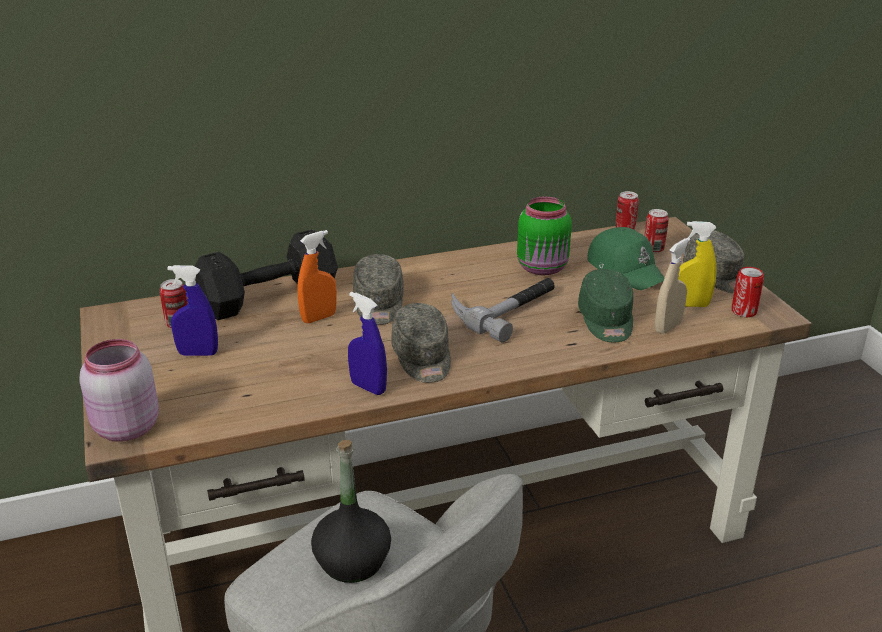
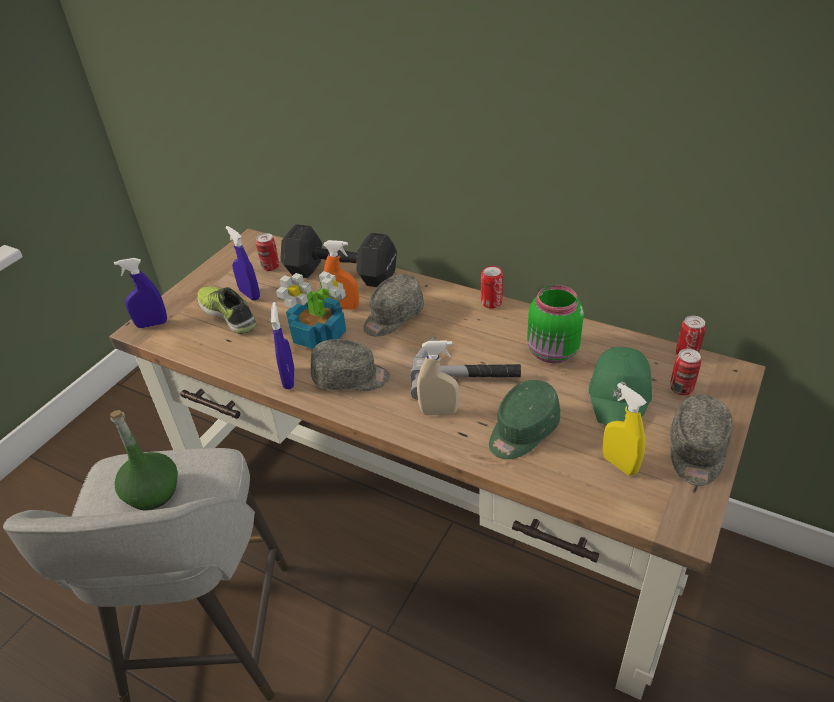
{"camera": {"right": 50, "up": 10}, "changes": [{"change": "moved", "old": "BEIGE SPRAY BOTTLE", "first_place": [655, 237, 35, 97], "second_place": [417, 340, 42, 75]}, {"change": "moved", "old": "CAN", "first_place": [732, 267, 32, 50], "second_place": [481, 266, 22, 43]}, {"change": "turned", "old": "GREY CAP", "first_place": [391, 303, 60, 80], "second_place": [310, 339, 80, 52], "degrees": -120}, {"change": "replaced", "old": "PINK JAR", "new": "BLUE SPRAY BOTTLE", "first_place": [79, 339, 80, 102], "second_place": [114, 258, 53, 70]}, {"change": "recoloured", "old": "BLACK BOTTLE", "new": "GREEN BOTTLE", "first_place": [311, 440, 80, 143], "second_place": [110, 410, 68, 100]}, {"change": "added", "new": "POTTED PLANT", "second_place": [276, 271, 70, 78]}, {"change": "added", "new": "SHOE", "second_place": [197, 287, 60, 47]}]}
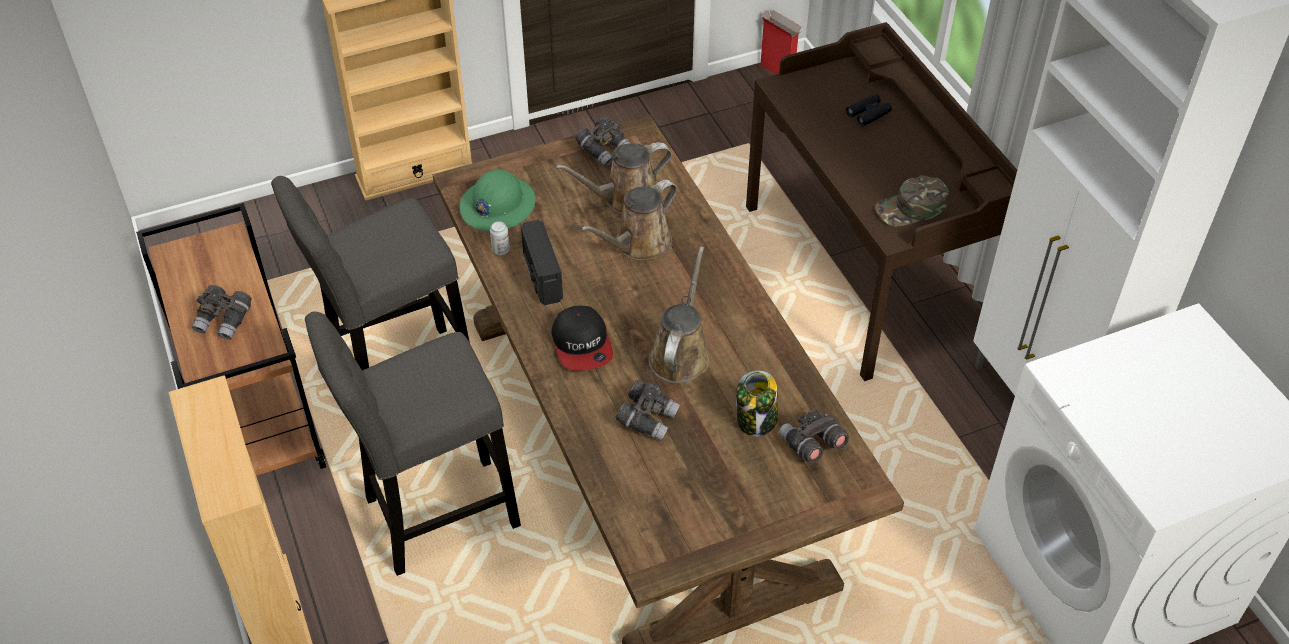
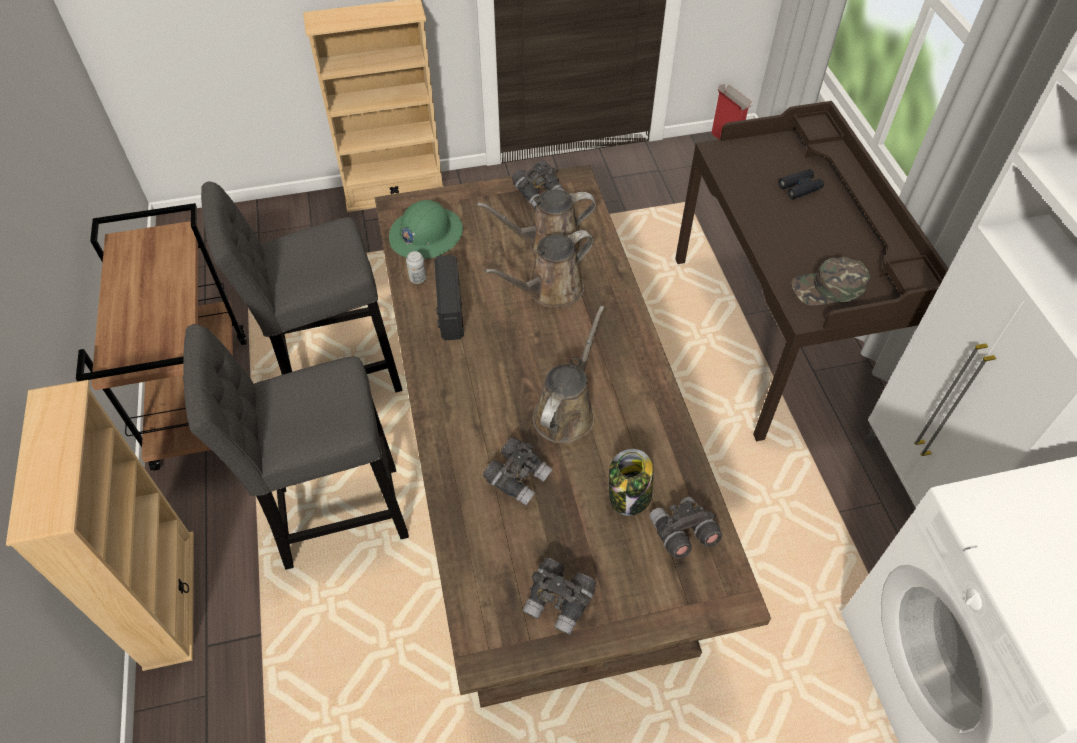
{"camera": {"right": 10, "up": 5}, "changes": [{"change": "moved", "old": "GREY BINOCULARS", "first_place": [192, 285, 60, 55], "second_place": [523, 557, 73, 78]}, {"change": "removed", "old": "CAP", "first_place": [552, 306, 61, 65]}]}
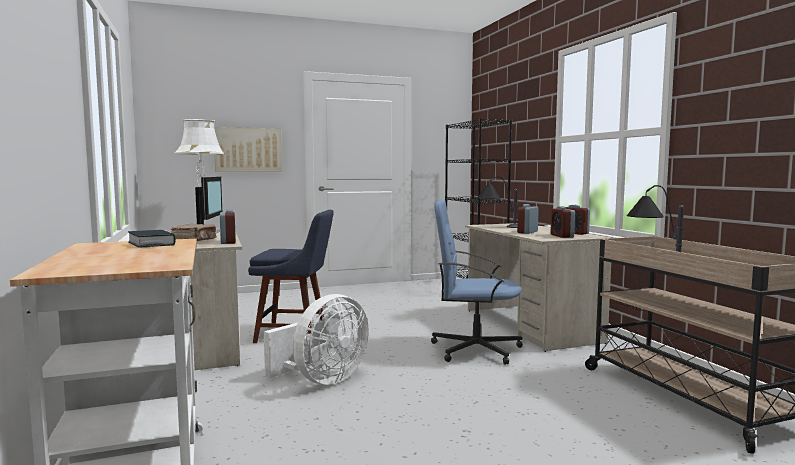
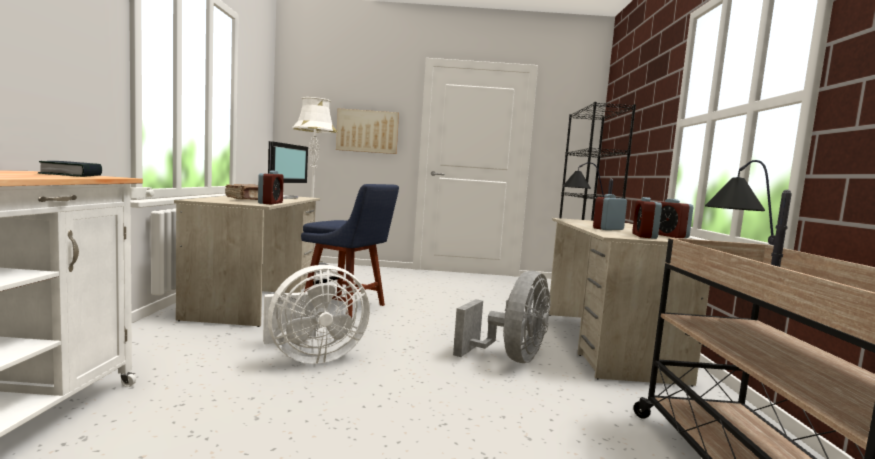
{"camera": {"right": 20, "up": 0}, "changes": [{"change": "replaced", "old": "BLUE OFFICE CHAIR", "new": "GREY FAN", "first_place": [431, 199, 92, 166], "second_place": [453, 271, 97, 92]}]}
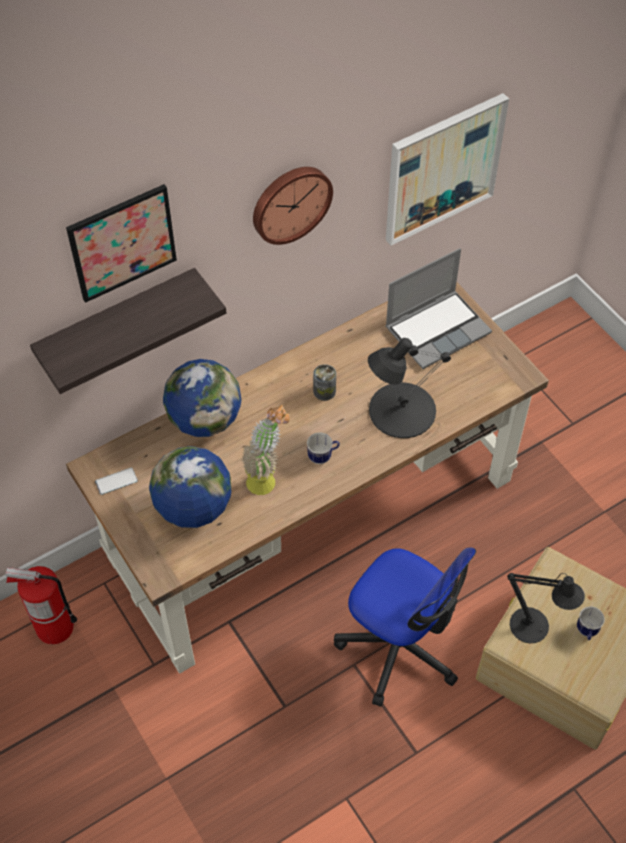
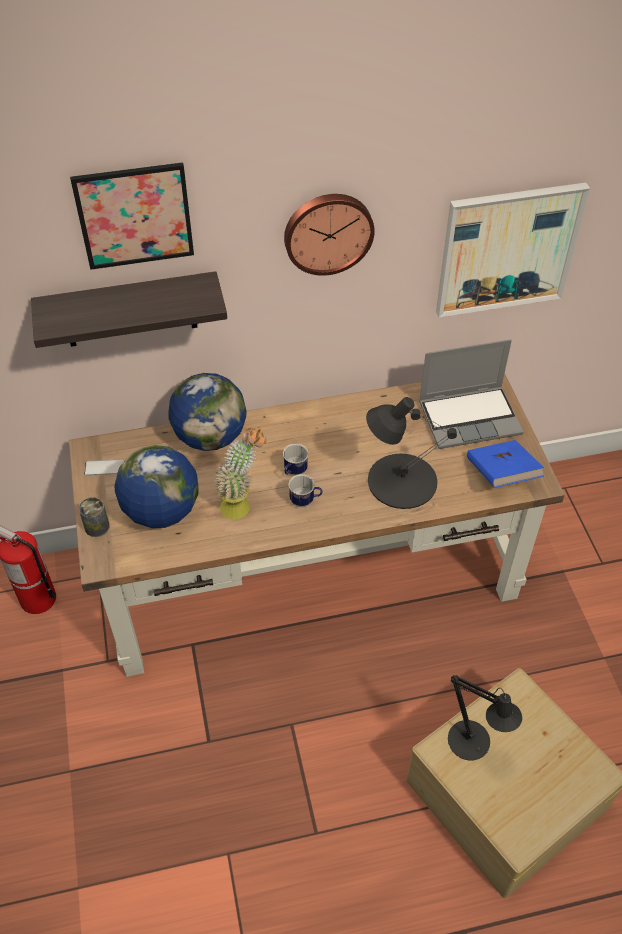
{"camera": {"right": 20, "up": -5}, "changes": [{"change": "moved", "old": "CAN", "first_place": [313, 364, 23, 37], "second_place": [79, 497, 30, 40]}, {"change": "removed", "old": "OFFICE CHAIR", "first_place": [334, 547, 142, 160]}, {"change": "moved", "old": "MUG", "first_place": [577, 606, 28, 34], "second_place": [283, 444, 26, 32]}, {"change": "added", "new": "BLUE BOOK", "second_place": [467, 440, 77, 48]}]}
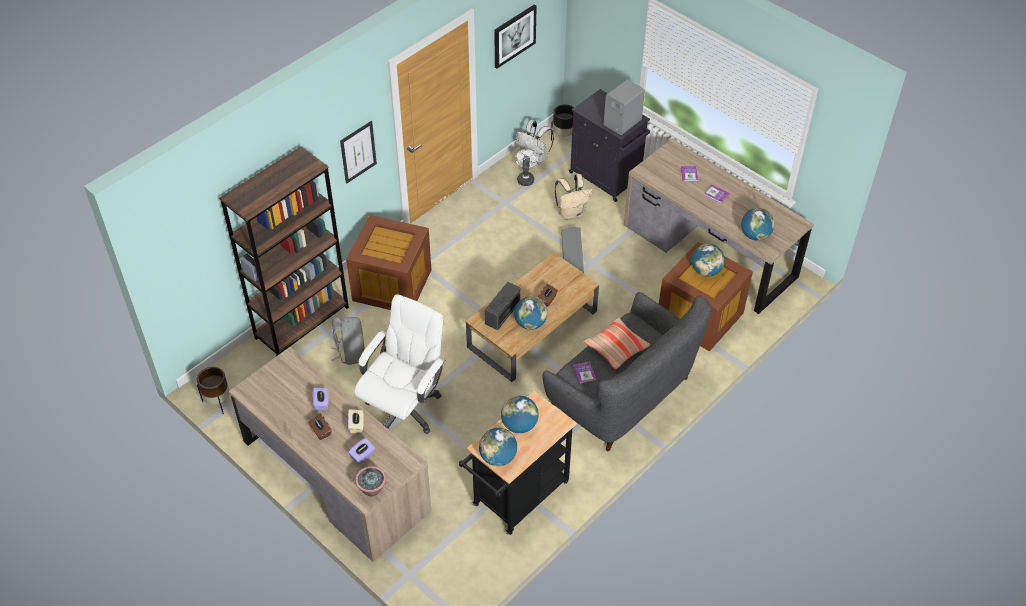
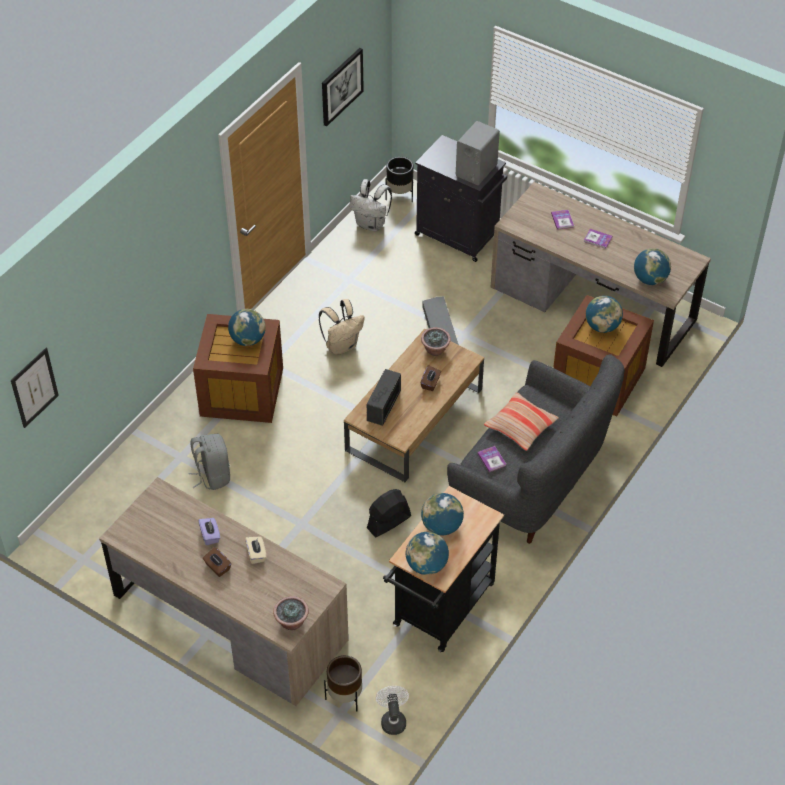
{"camera": {"right": -10, "up": 0}, "changes": [{"change": "moved", "old": "PICTURE", "first_place": [340, 121, 37, 63], "second_place": [11, 348, 48, 80]}, {"change": "removed", "old": "BROWN BOOKCASE", "first_place": [219, 146, 130, 210]}, {"change": "moved", "old": "WHITE FAN", "first_place": [515, 149, 23, 37], "second_place": [376, 686, 33, 49]}, {"change": "moved", "old": "BEIGE BACKPACK", "first_place": [555, 174, 37, 46], "second_place": [319, 299, 46, 56]}, {"change": "removed", "old": "WHITE OFFICE CHAIR", "first_place": [354, 294, 91, 140]}, {"change": "moved", "old": "GLOBE", "first_place": [514, 296, 34, 34], "second_place": [228, 309, 38, 37]}, {"change": "moved", "old": "BROWN PLANTER", "first_place": [197, 367, 32, 47], "second_place": [324, 655, 38, 56]}, {"change": "removed", "old": "PURPLE TISSUE BOX", "first_place": [348, 438, 27, 26]}, {"change": "added", "new": "POTTED PLANT", "second_place": [421, 327, 30, 29]}, {"change": "added", "new": "BLACK FAN", "second_place": [367, 489, 44, 48]}]}
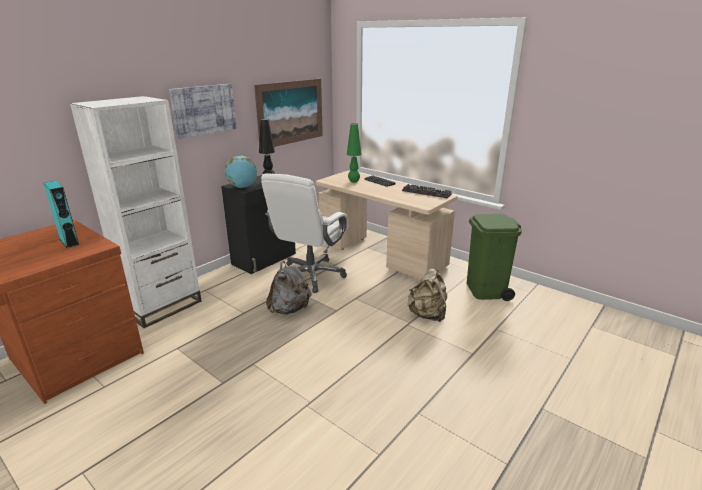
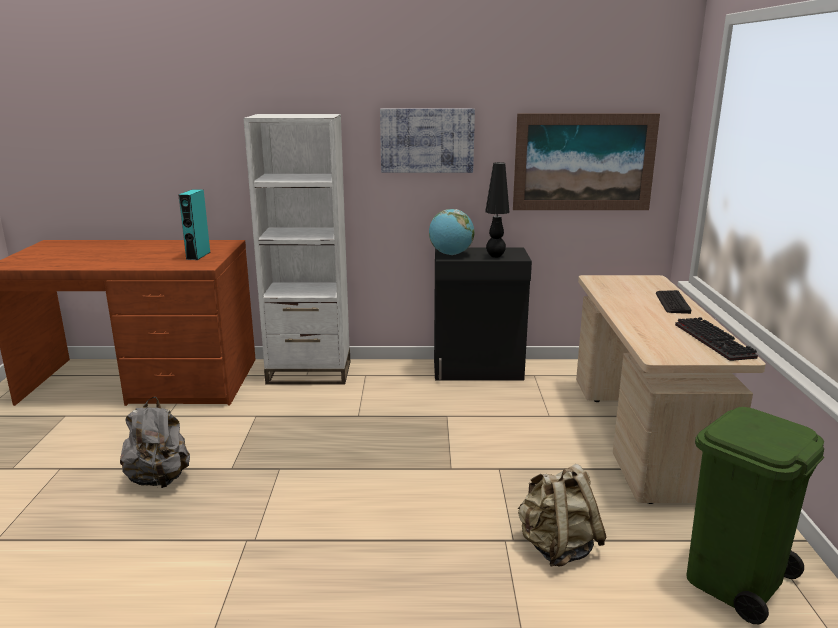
{"camera": {"right": 50, "up": -5}, "changes": [{"change": "removed", "old": "GREEN TABLE LAMP", "first_place": [347, 123, 15, 60]}, {"change": "removed", "old": "WHITE OFFICE CHAIR", "first_place": [261, 173, 88, 120]}, {"change": "moved", "old": "GREY BACKPACK", "first_place": [266, 261, 46, 53], "second_place": [120, 397, 70, 91]}]}
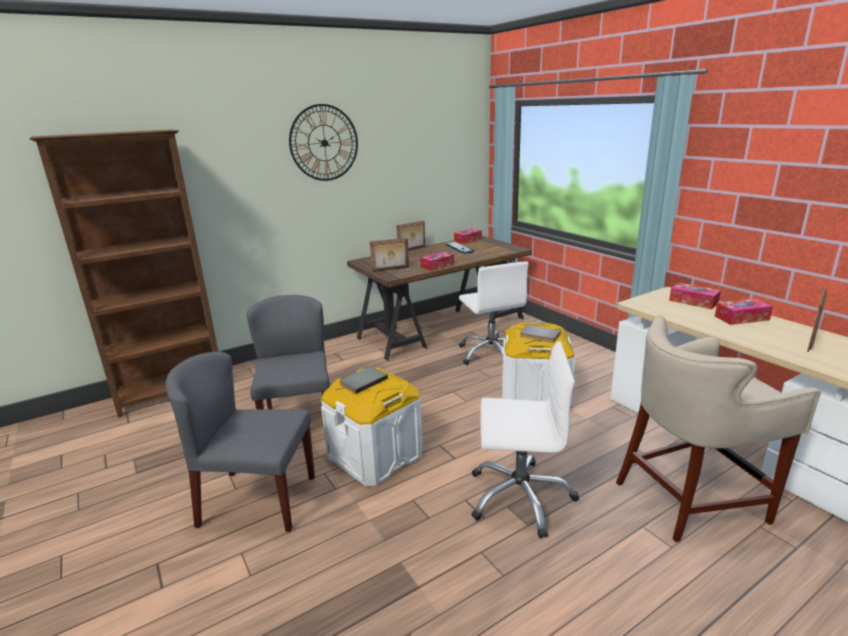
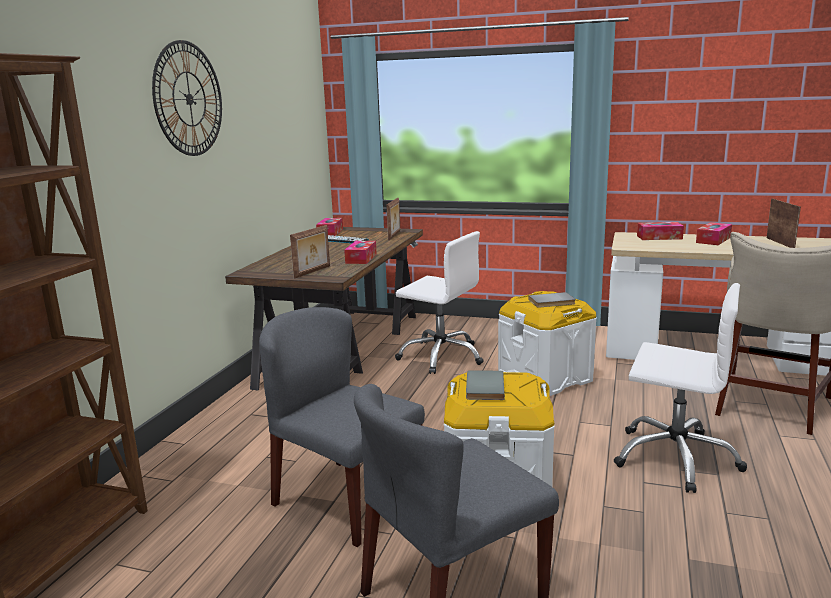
{"camera": {"right": -40, "up": -5}, "changes": [{"change": "moved", "old": "PICTURE FRAME", "first_place": [397, 220, 28, 31], "second_place": [387, 198, 13, 43]}, {"change": "turned", "old": "WHITE OFFICE CHAIR", "first_place": [471, 342, 108, 197], "second_place": [614, 283, 133, 210], "degrees": 60}]}
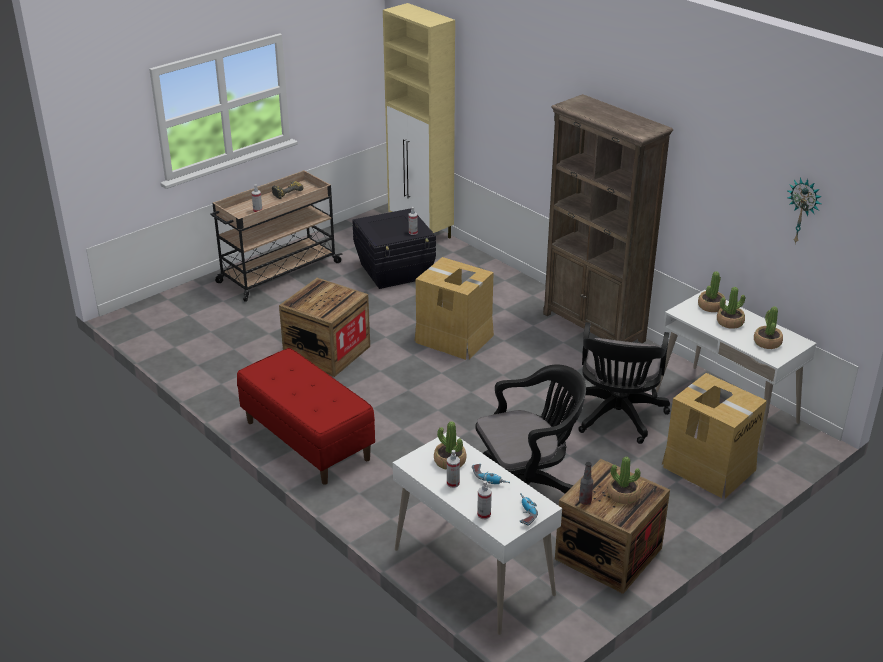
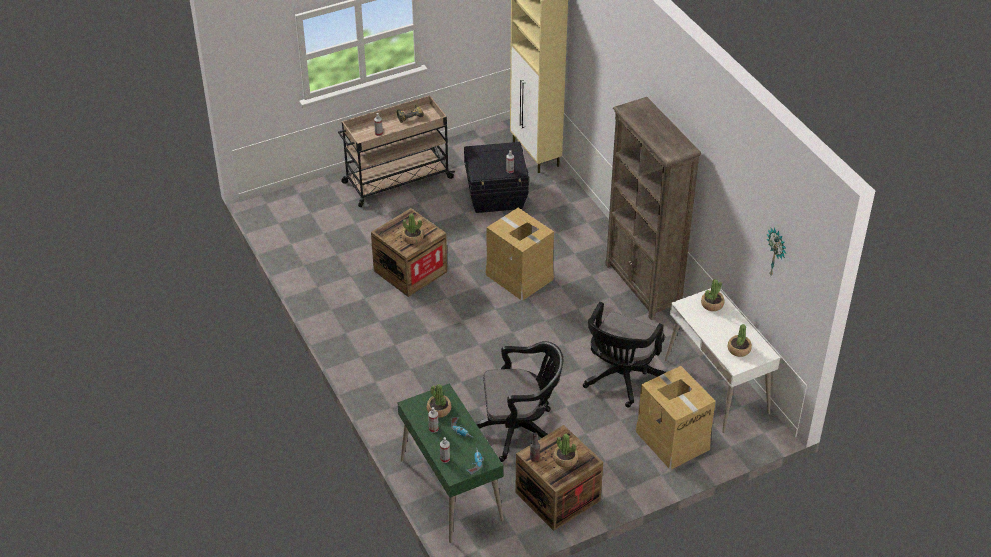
{"camera": {"right": 15, "up": 10}, "changes": [{"change": "moved", "old": "POTTED PLANT", "first_place": [717, 287, 28, 42], "second_place": [402, 213, 22, 31]}, {"change": "removed", "old": "RED BENCH", "first_place": [237, 348, 138, 137]}, {"change": "recoloured", "old": "WHITE DESK", "new": "GREEN DESK", "first_place": [393, 432, 169, 203], "second_place": [397, 383, 107, 160]}]}
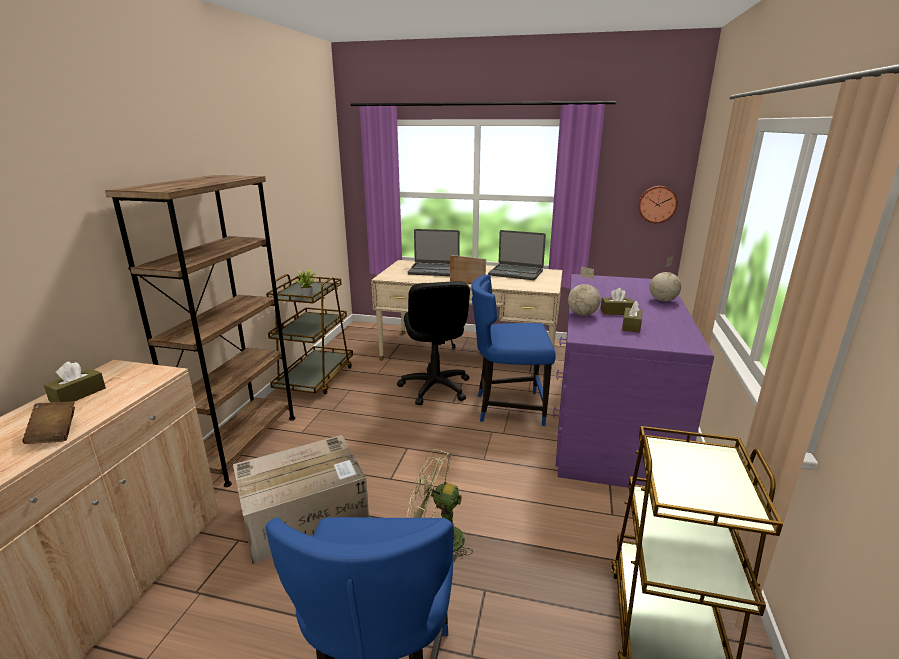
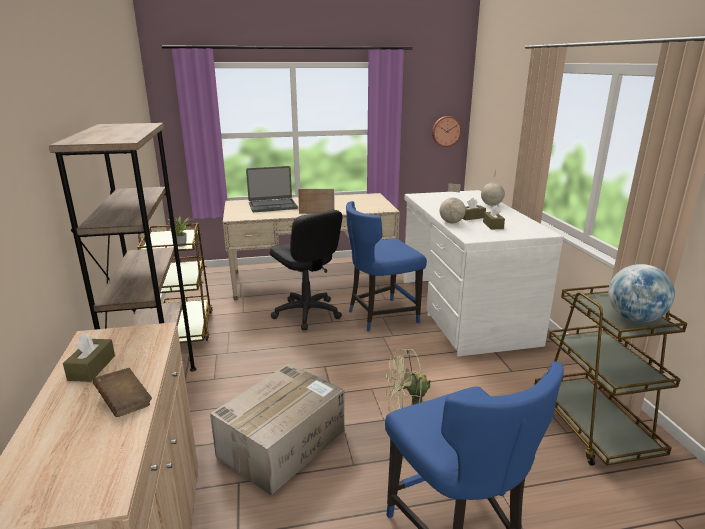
{"camera": {"right": -25, "up": 0}, "changes": [{"change": "removed", "old": "LAPTOP", "first_place": [488, 230, 58, 50]}, {"change": "recoloured", "old": "PURPLE DESK", "new": "WHITE DESK", "first_place": [553, 274, 161, 214], "second_place": [404, 190, 160, 167]}, {"change": "added", "new": "GLOBE", "second_place": [608, 264, 67, 58]}]}
